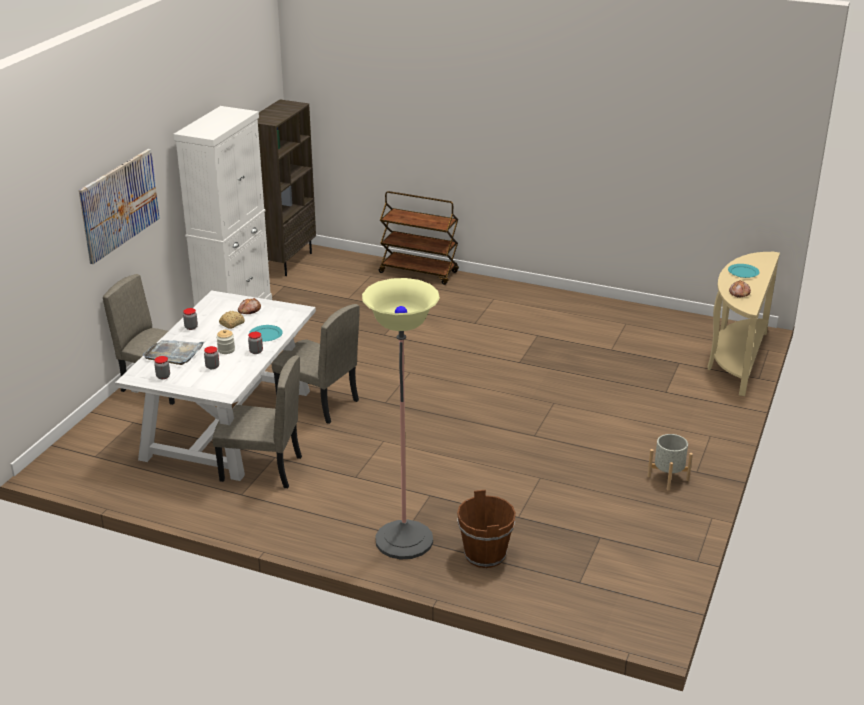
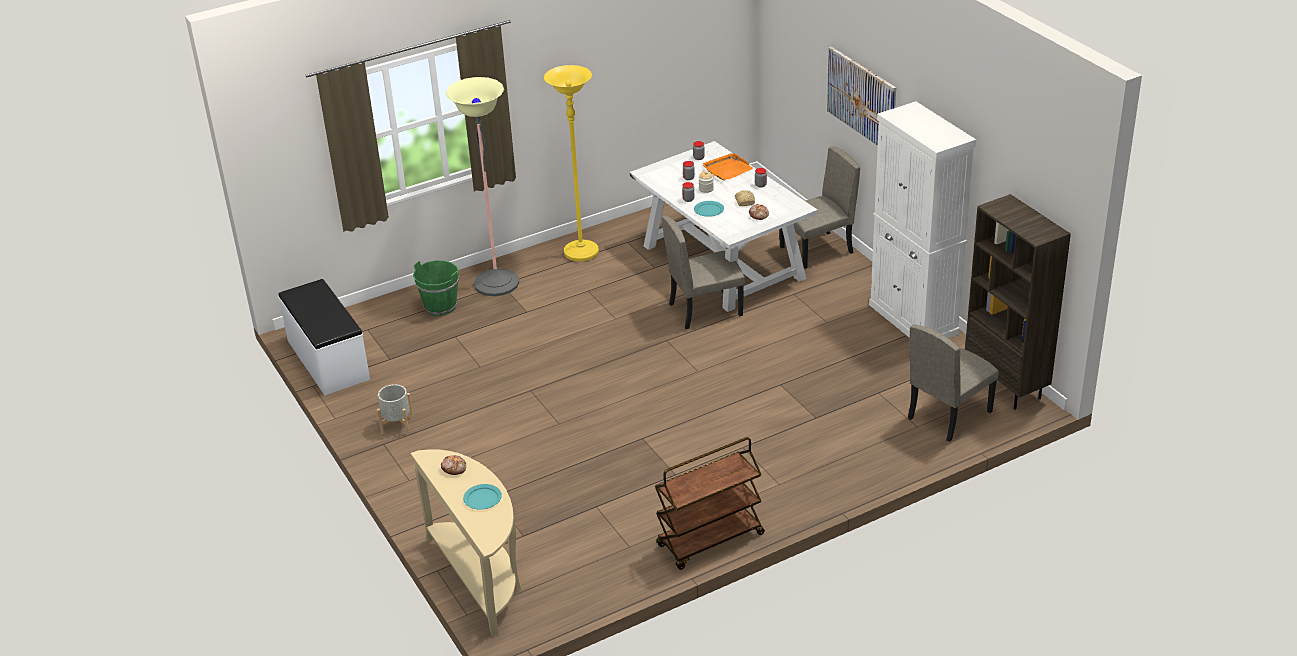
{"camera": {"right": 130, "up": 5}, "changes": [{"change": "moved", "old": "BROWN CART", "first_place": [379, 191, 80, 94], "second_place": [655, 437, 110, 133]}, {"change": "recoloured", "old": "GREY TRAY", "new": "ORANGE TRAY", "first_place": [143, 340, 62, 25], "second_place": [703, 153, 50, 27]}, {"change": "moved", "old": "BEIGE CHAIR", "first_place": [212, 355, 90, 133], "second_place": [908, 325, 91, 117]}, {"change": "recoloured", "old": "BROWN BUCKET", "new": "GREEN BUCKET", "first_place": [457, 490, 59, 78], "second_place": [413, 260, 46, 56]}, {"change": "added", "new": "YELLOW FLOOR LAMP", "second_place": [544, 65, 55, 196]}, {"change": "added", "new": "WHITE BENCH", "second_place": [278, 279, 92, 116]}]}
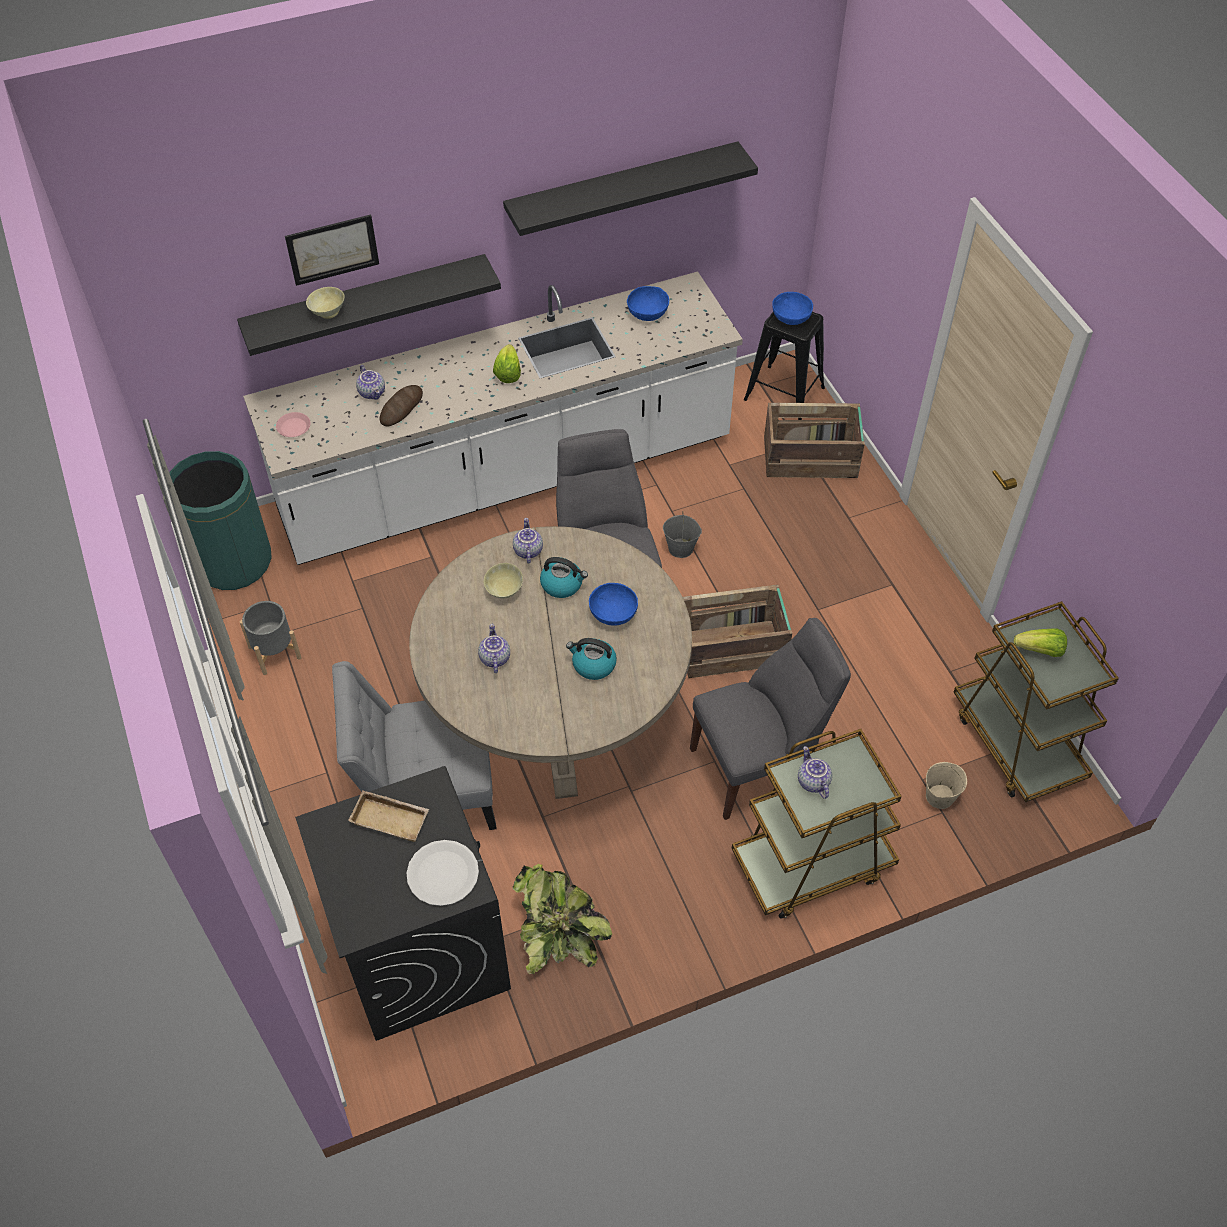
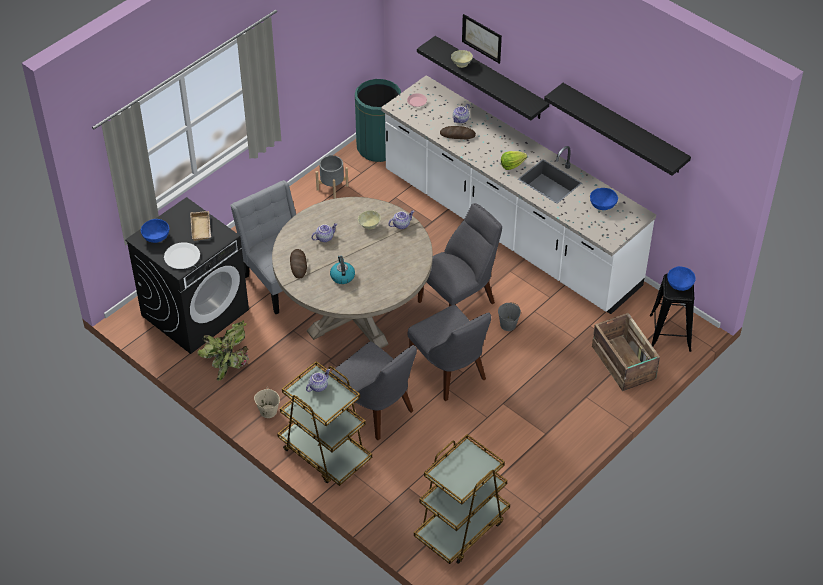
{"camera": {"right": 65, "up": -5}, "changes": [{"change": "removed", "old": "KETTLE", "first_place": [540, 557, 48, 41]}, {"change": "moved", "old": "BLUE BOWL", "first_place": [589, 583, 49, 43], "second_place": [141, 219, 28, 24]}, {"change": "replaced", "old": "CRATE", "new": "GREY CHAIR", "first_place": [683, 585, 109, 93], "second_place": [408, 305, 83, 96]}, {"change": "removed", "old": "LETTUCE", "first_place": [1014, 628, 53, 29]}, {"change": "moved", "old": "BEIGE BUCKET", "first_place": [926, 762, 41, 47], "second_place": [254, 387, 26, 31]}, {"change": "added", "new": "BREAD", "second_place": [290, 249, 17, 29]}]}
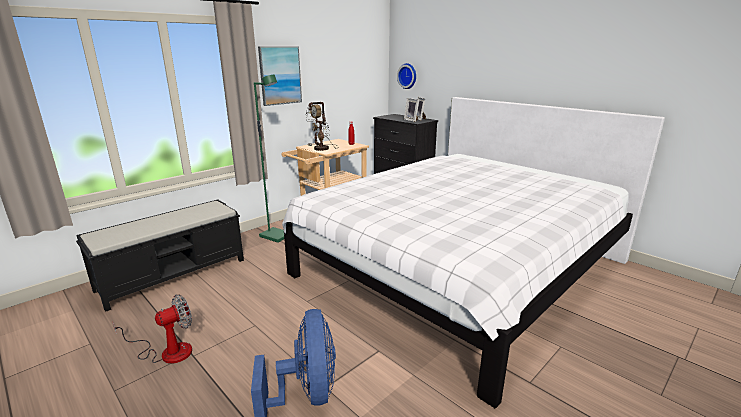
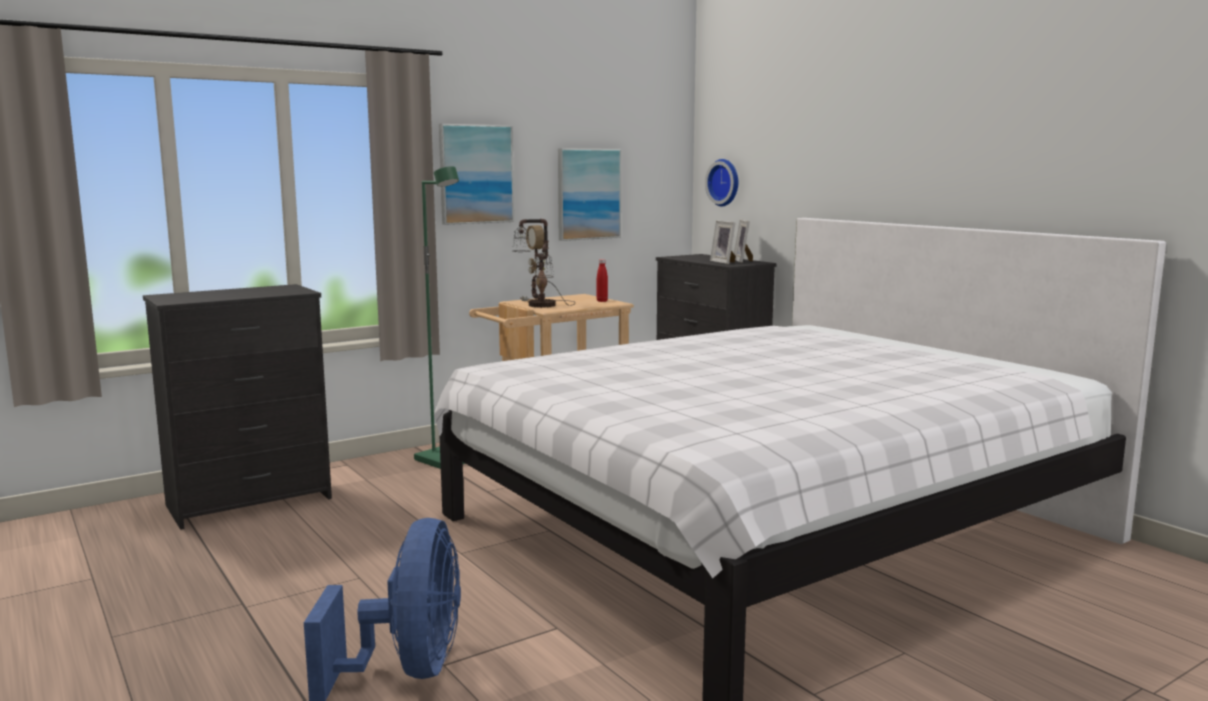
{"camera": {"right": 10, "up": -10}, "changes": [{"change": "replaced", "old": "BLACK BENCH", "new": "BLACK DRESSER", "first_place": [76, 199, 168, 113], "second_place": [143, 284, 189, 246]}, {"change": "removed", "old": "FAN", "first_place": [113, 294, 79, 70]}, {"change": "added", "new": "PICTURE", "second_place": [558, 148, 63, 93]}]}
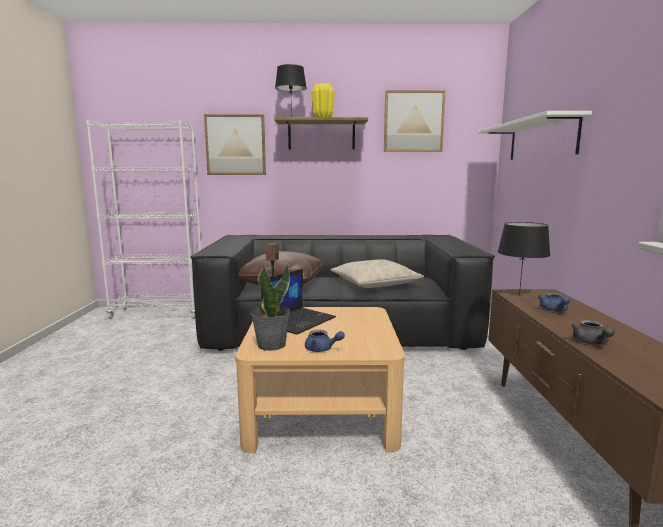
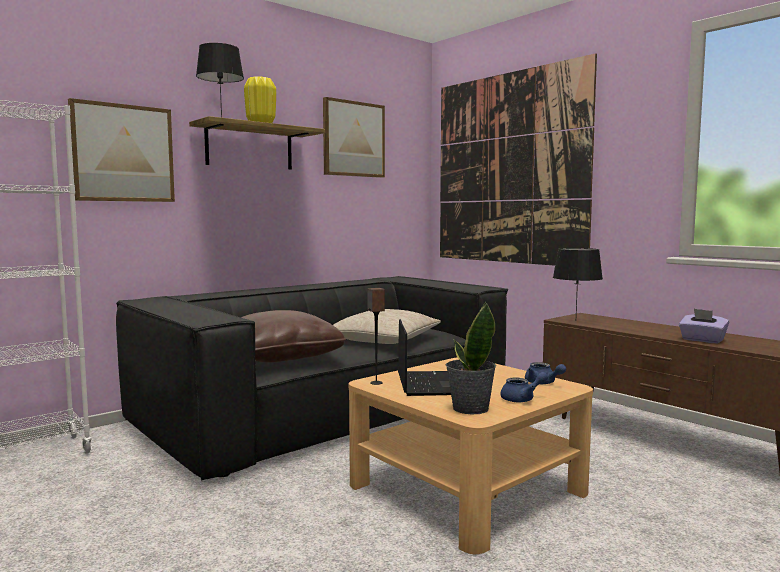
{"camera": {"right": -40, "up": -5}, "changes": [{"change": "replaced", "old": "WHITE SHELF", "new": "PICTURE", "first_place": [478, 111, 114, 49], "second_place": [440, 53, 157, 213]}, {"change": "moved", "old": "BLUE TEAPOT", "first_place": [538, 293, 32, 19], "second_place": [525, 362, 41, 22]}, {"change": "replaced", "old": "GREY TEAPOT", "new": "PURPLE TISSUE BOX", "first_place": [571, 320, 44, 25], "second_place": [679, 309, 50, 34]}]}
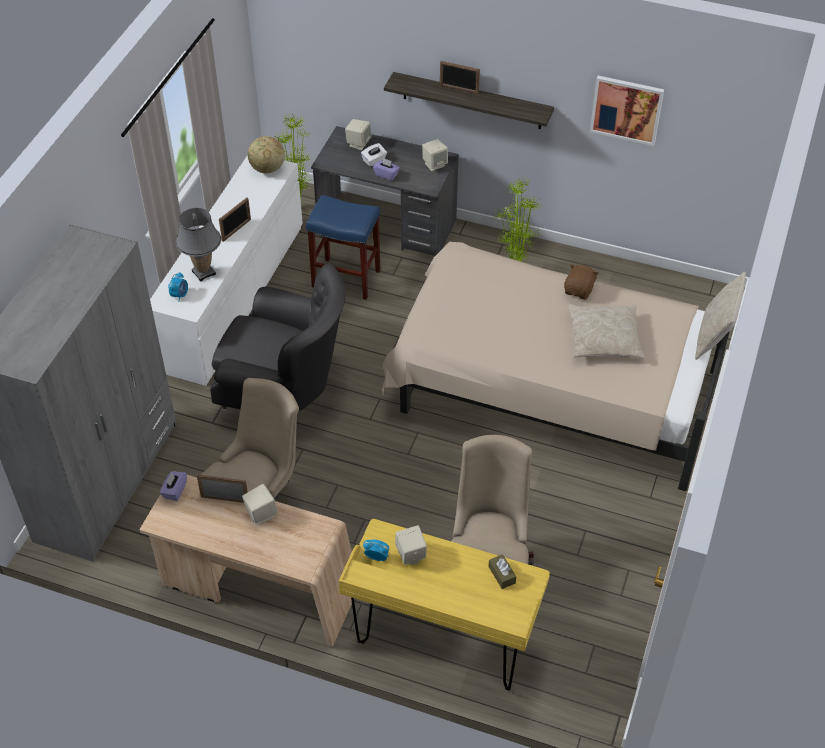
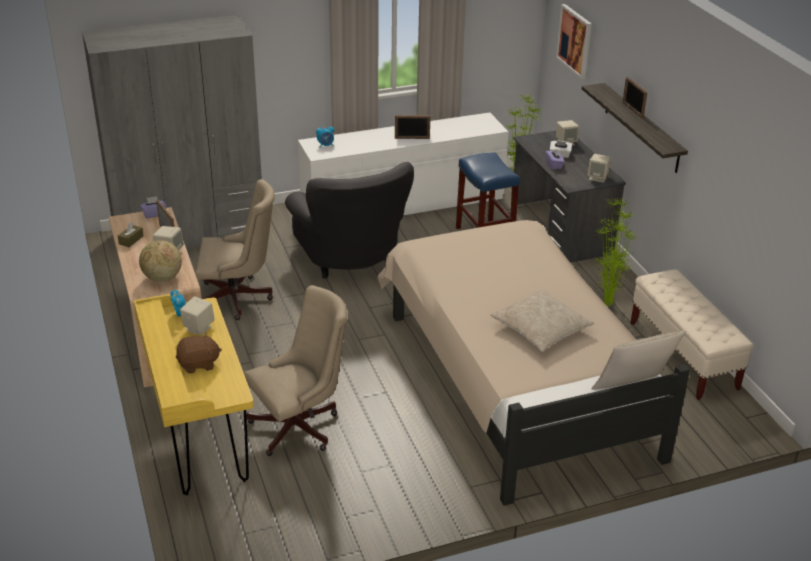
{"camera": {"right": 50, "up": -15}, "changes": [{"change": "moved", "old": "PICTURE", "first_place": [590, 76, 74, 70], "second_place": [556, 4, 36, 75]}, {"change": "moved", "old": "GLOBE", "first_place": [248, 136, 37, 37], "second_place": [139, 240, 43, 42]}, {"change": "removed", "old": "GREY TABLE LAMP", "first_place": [176, 208, 45, 74]}, {"change": "moved", "old": "BROWN PLUSH TOY", "first_place": [564, 264, 35, 35], "second_place": [176, 333, 46, 40]}, {"change": "moved", "old": "BROWN TISSUE BOX", "first_place": [488, 554, 28, 35], "second_place": [118, 223, 25, 24]}, {"change": "added", "new": "BEIGE BENCH", "second_place": [630, 269, 123, 131]}]}
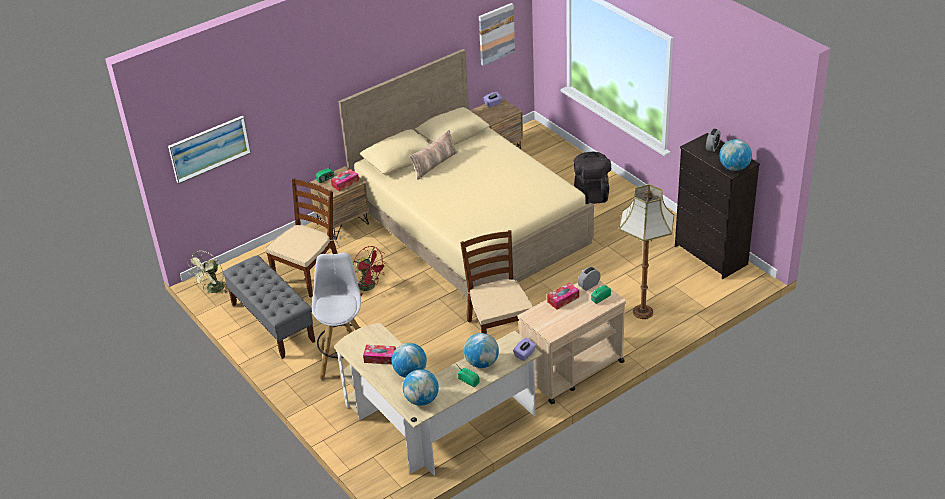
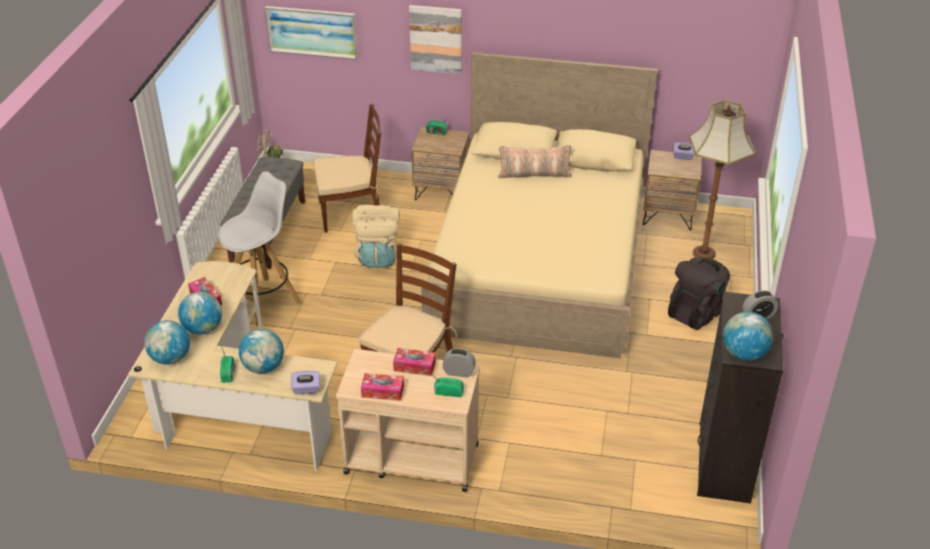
{"camera": {"right": 45, "up": 0}, "changes": [{"change": "moved", "old": "PICTURE", "first_place": [479, 3, 36, 63], "second_place": [409, 5, 53, 69]}, {"change": "moved", "old": "TISSUE BOX", "first_place": [331, 169, 28, 22], "second_place": [361, 373, 43, 28]}, {"change": "moved", "old": "FLOOR LAMP", "first_place": [619, 184, 55, 135], "second_place": [689, 100, 67, 159]}, {"change": "replaced", "old": "RED FAN", "new": "BEIGE BACKPACK", "first_place": [353, 246, 34, 50], "second_place": [352, 205, 47, 63]}]}
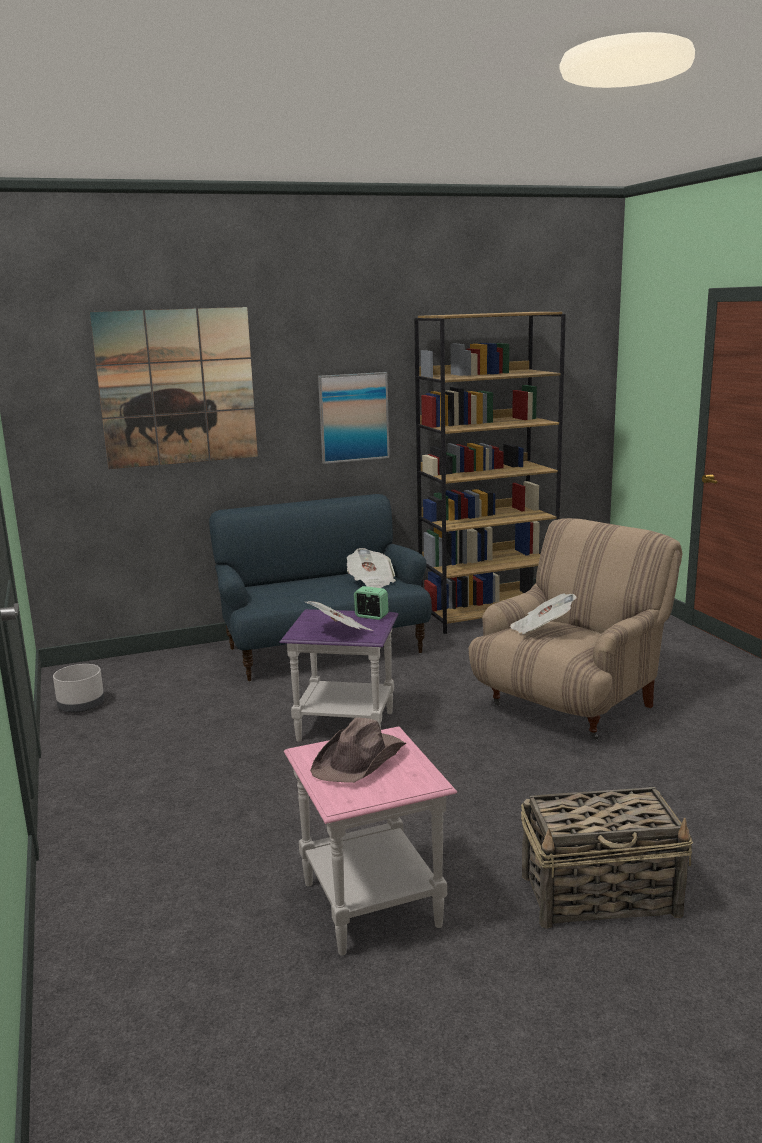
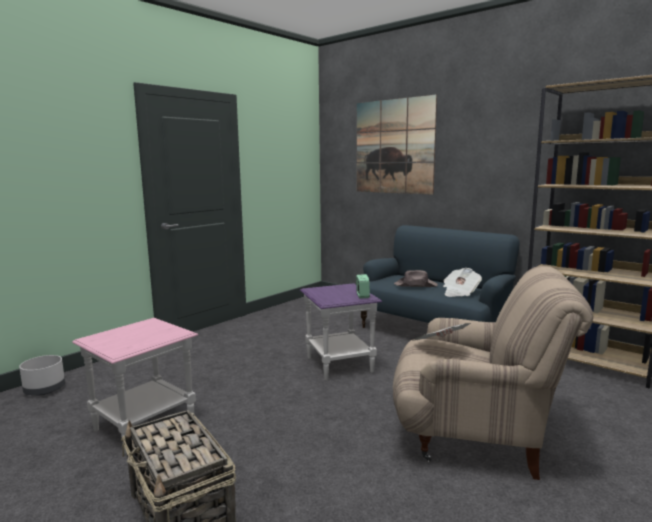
{"camera": {"right": 60, "up": -5}, "changes": [{"change": "removed", "old": "PICTURE", "first_place": [318, 372, 72, 92]}, {"change": "removed", "old": "NEWSPAPER", "first_place": [306, 601, 67, 30]}, {"change": "moved", "old": "GREY PLANTER", "first_place": [53, 664, 51, 49], "second_place": [19, 355, 46, 41]}, {"change": "moved", "old": "BROWN HAT", "first_place": [310, 717, 97, 66], "second_place": [394, 270, 44, 17]}]}
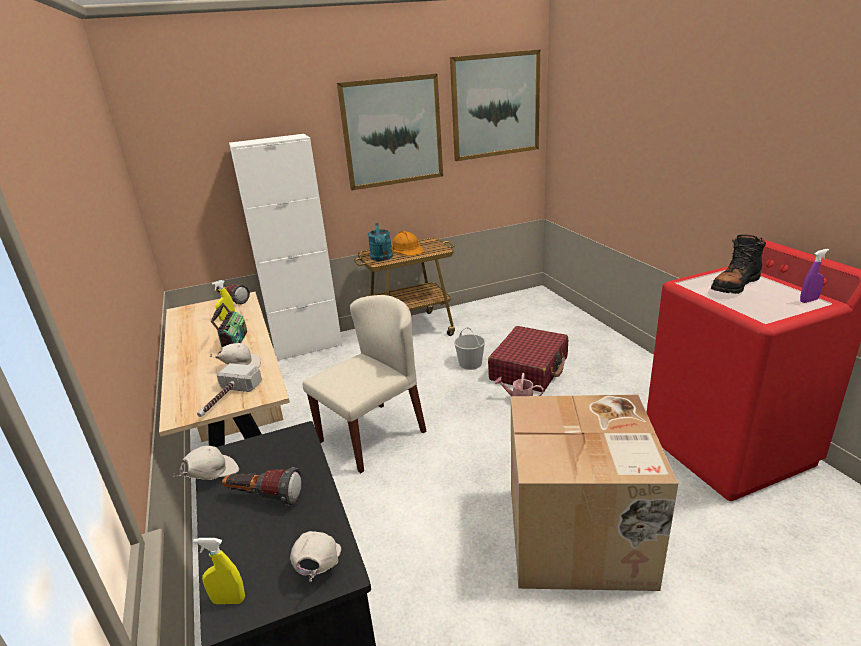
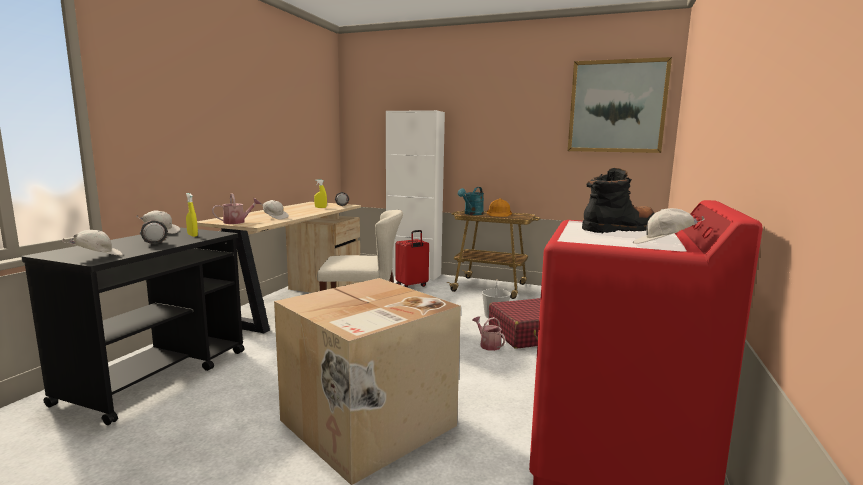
{"camera": {"right": 40, "up": -15}, "changes": [{"change": "removed", "old": "PICTURE", "first_place": [337, 74, 106, 116]}, {"change": "turned", "old": "BLACK BOOT", "first_place": [711, 235, 55, 59], "second_place": [582, 168, 72, 65], "degrees": 150}, {"change": "replaced", "old": "PURPLE SPRAY BOTTLE", "new": "WHITE CAP", "first_place": [800, 249, 29, 54], "second_place": [633, 208, 72, 36]}, {"change": "removed", "old": "RADIO", "first_place": [211, 303, 36, 44]}, {"change": "replaced", "old": "HAMMER", "new": "WATERING CAN", "first_place": [197, 363, 65, 54], "second_place": [212, 193, 49, 31]}, {"change": "moved", "old": "YELLOW SPRAY BOTTLE", "first_place": [193, 538, 52, 66], "second_place": [186, 193, 12, 44]}, {"change": "added", "new": "RED SUITCASE", "second_place": [395, 230, 34, 58]}]}
